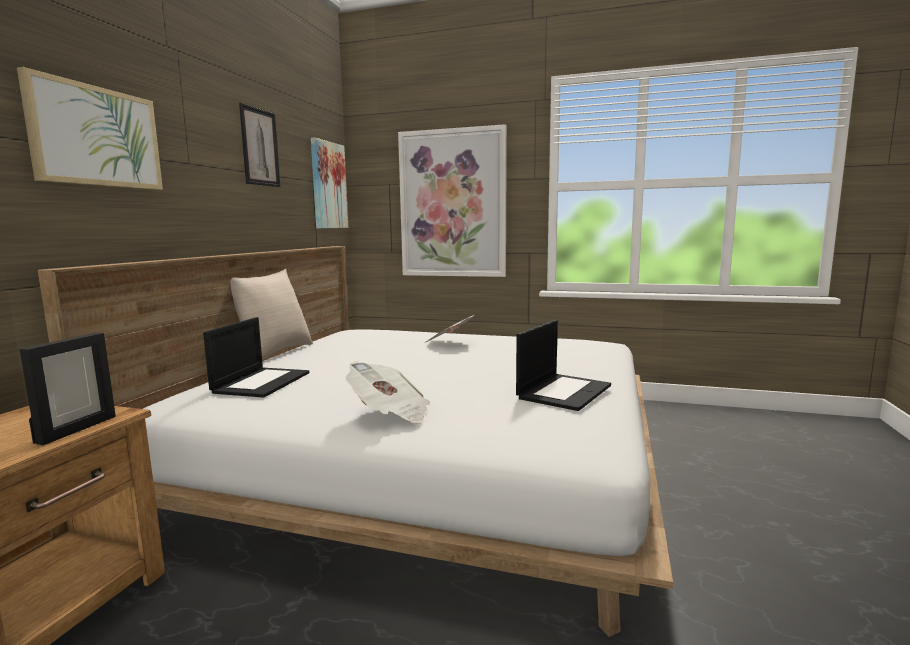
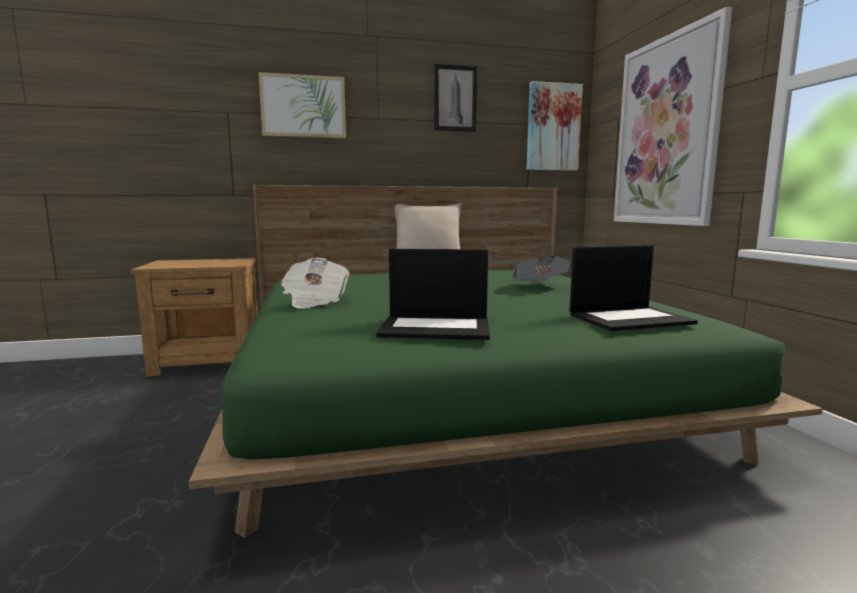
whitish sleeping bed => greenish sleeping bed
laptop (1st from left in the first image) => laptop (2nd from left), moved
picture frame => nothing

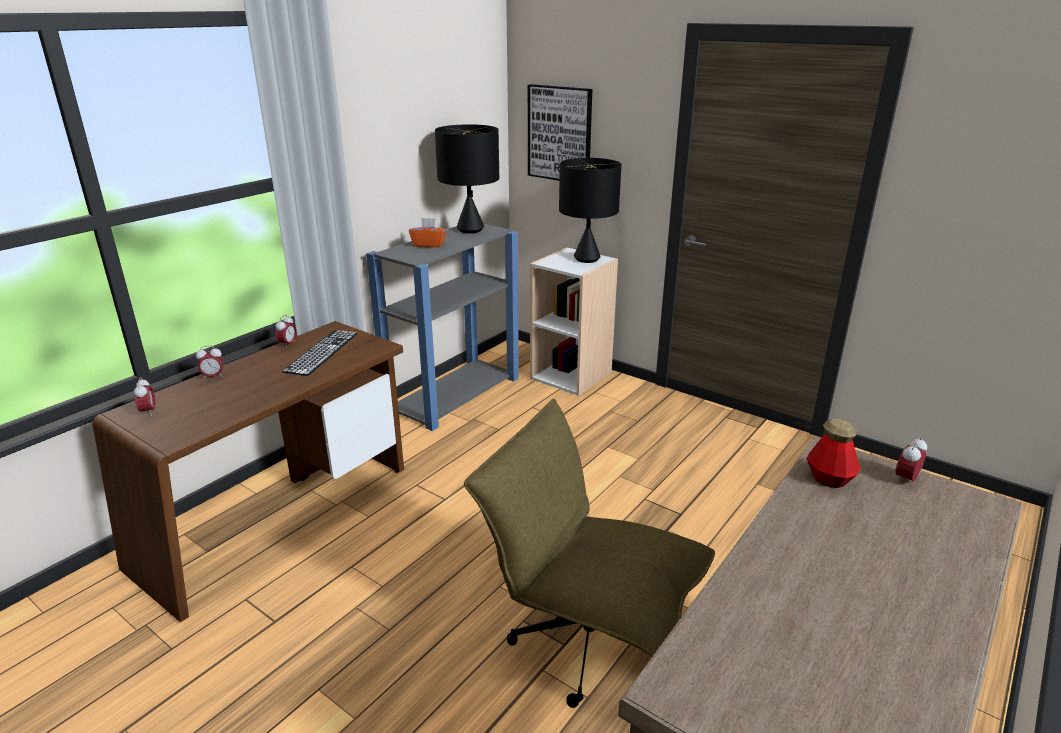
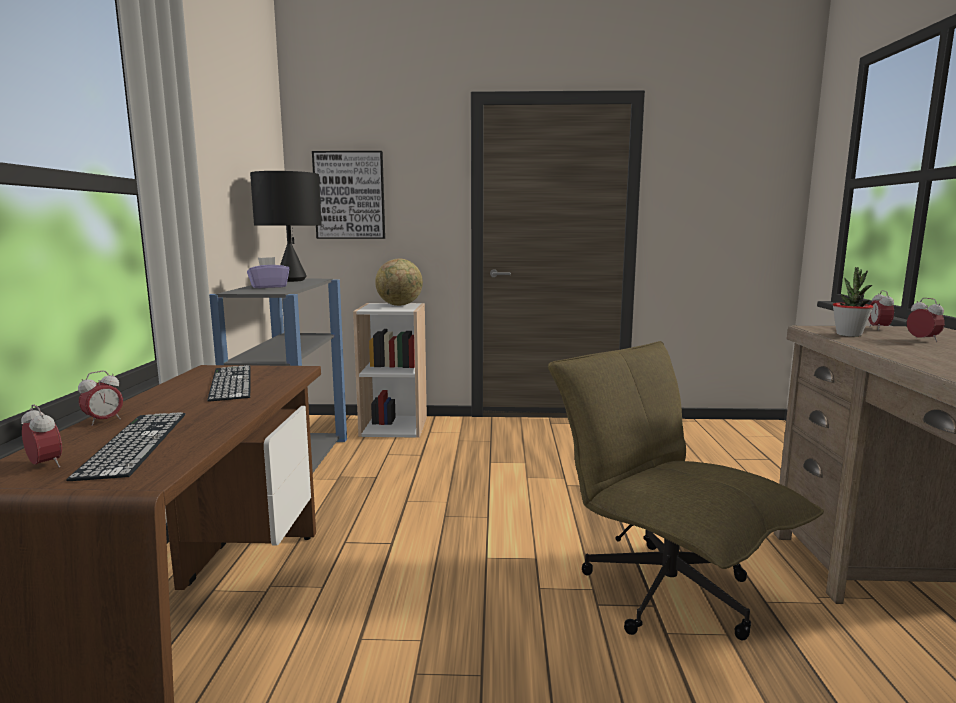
nothing => PC keyboard (1st from left)
orange-coloured tissue box => purple tissue box
blackish lamp for a table (2nd from left) => desk globe
sand-coloured office chair, 60 degrees clockwise
drink bottle => plant in a pot
alarm clock (3rd from left in the first image) => alarm clock (4th from left), moved

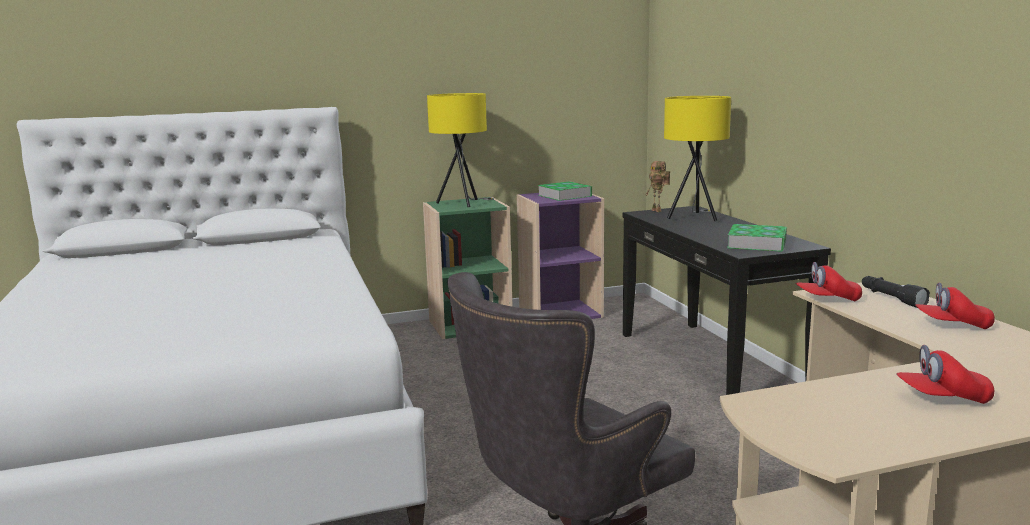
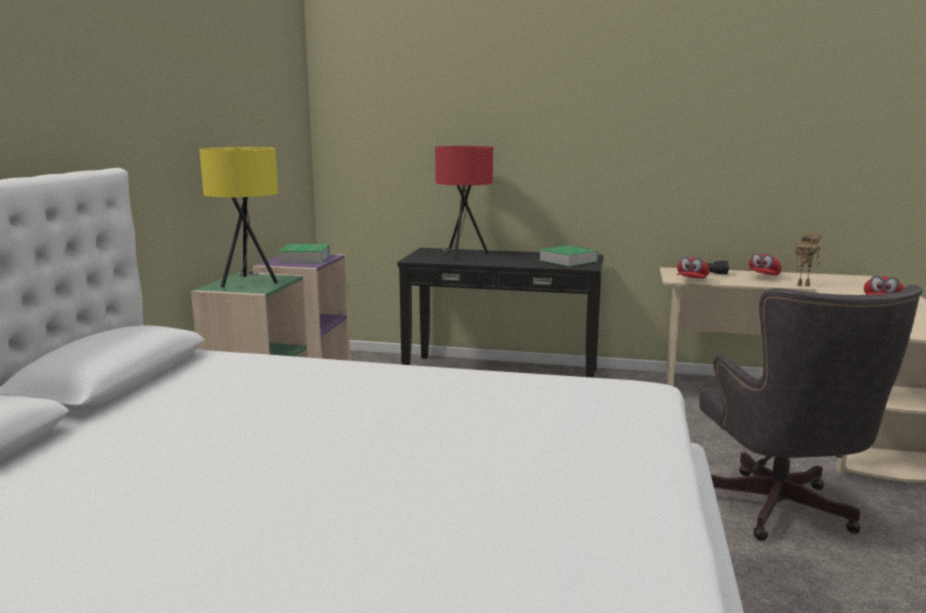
yellowish lamp for a table (2nd from left) => red lamp for a table
toy robot, moved

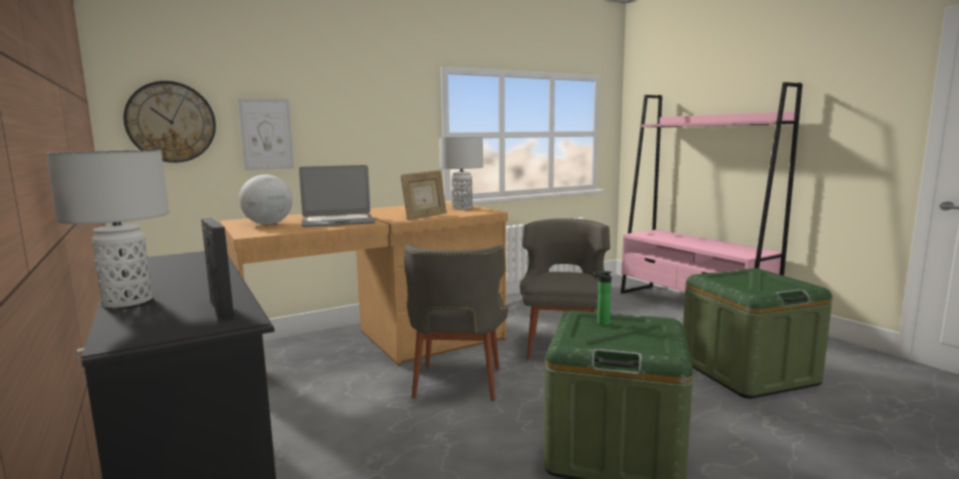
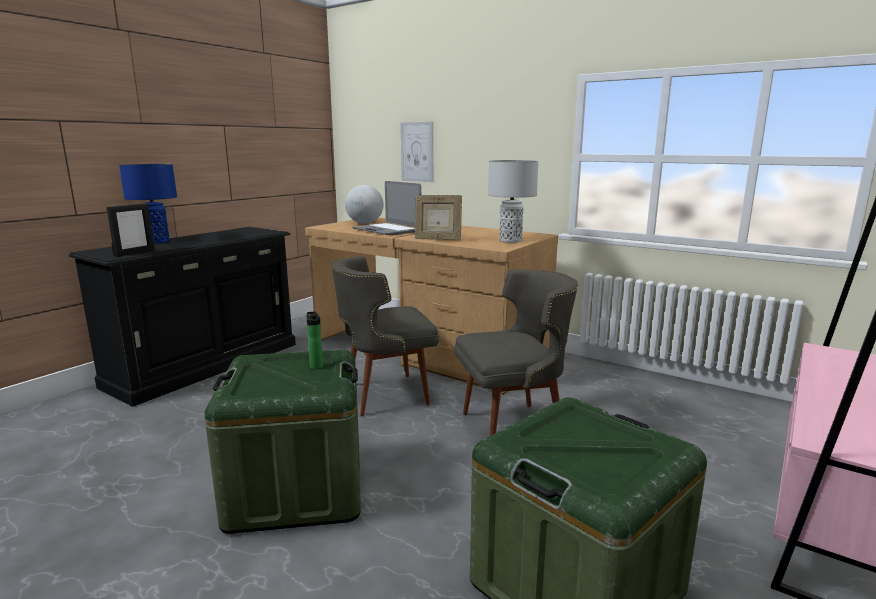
whitish lamp for a table (1st from left) => bluish lamp for a table
clock on the wall => nothing

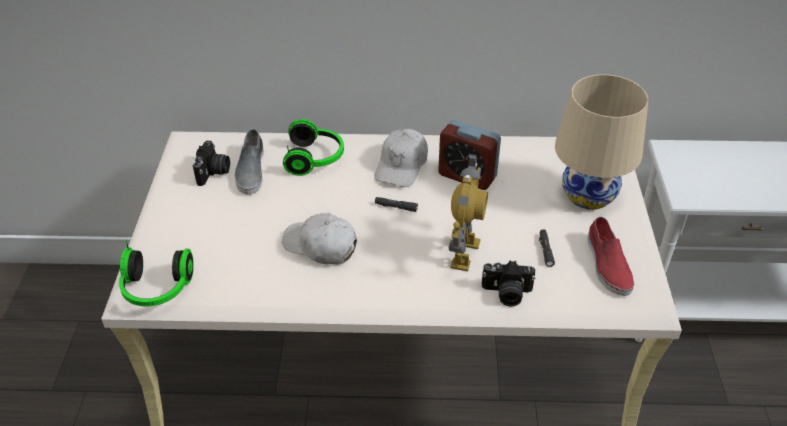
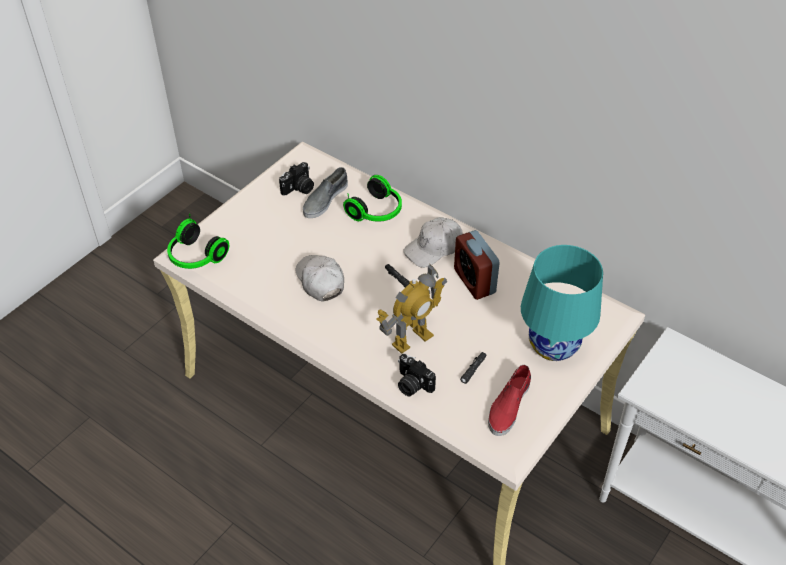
sand-coloured lamp for a table => blue-green lamp for a table

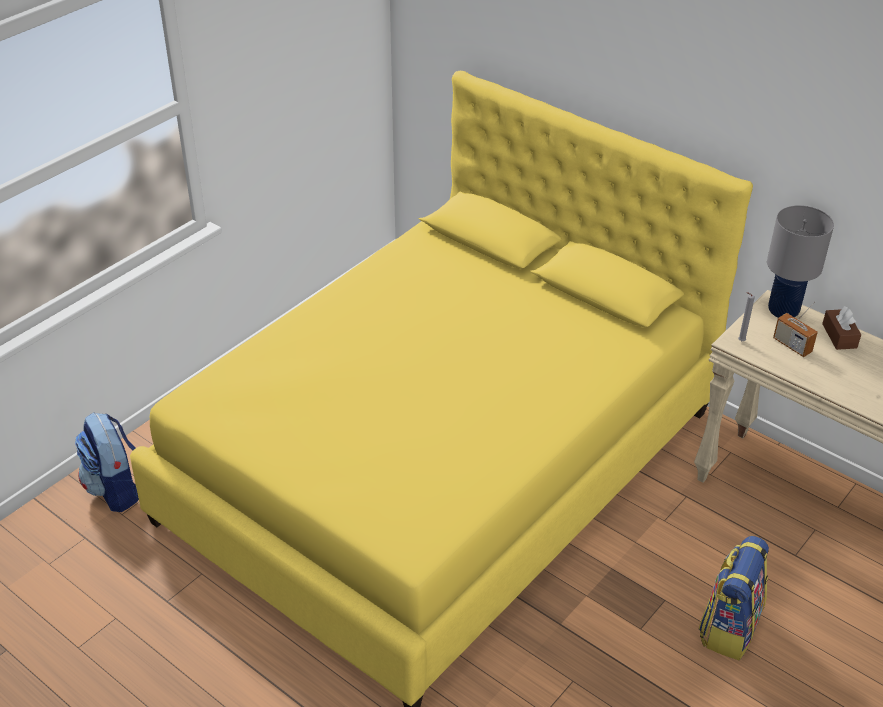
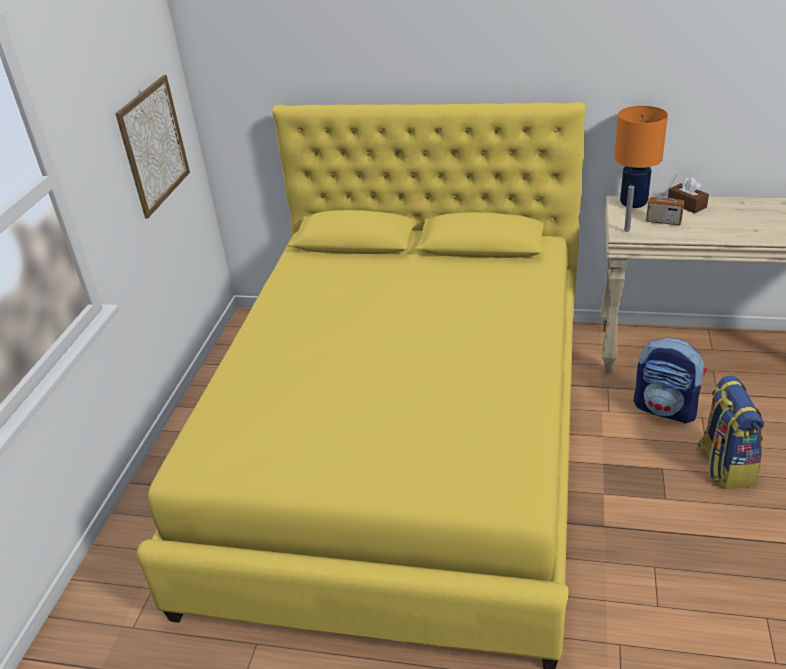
nothing => wall picture
gray lamp for a table => orange-coloured lamp for a table
knapsack (1st from left), moved

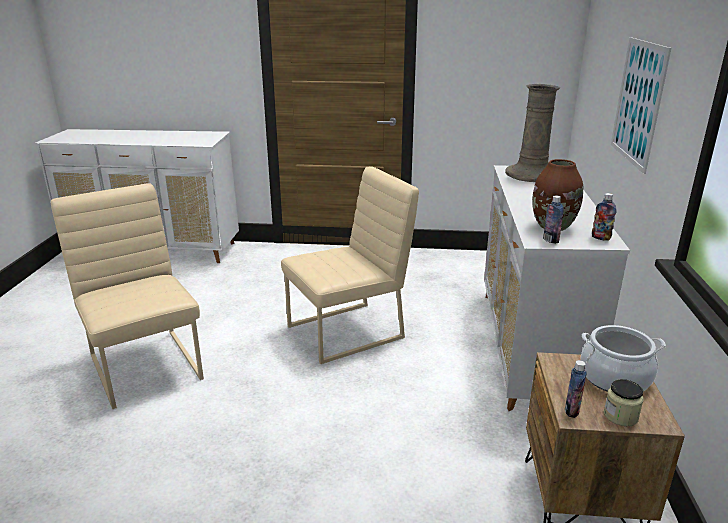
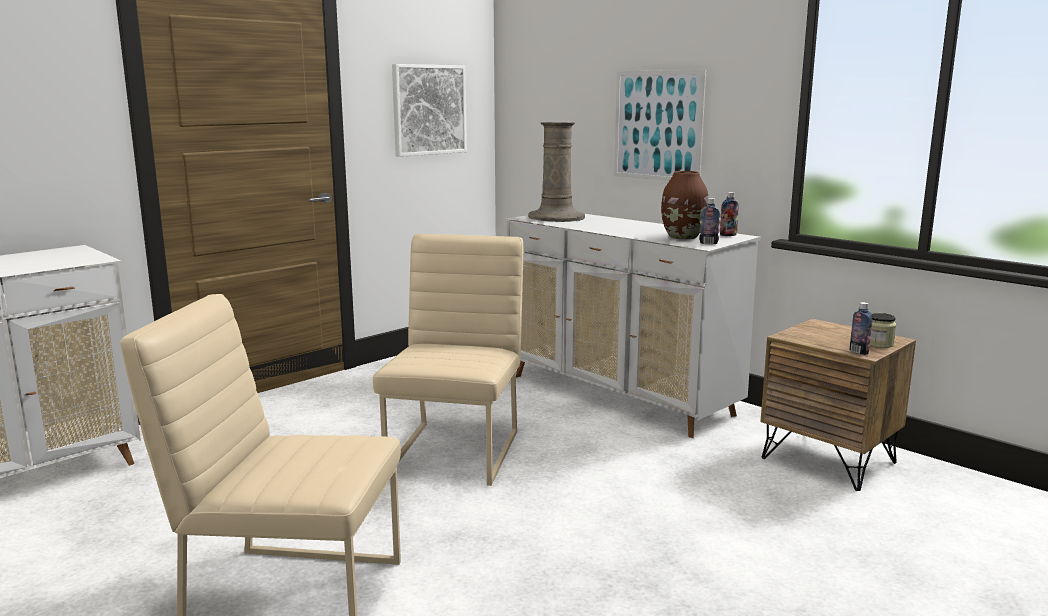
nothing => wall picture (1st from left)
saucepot => nothing

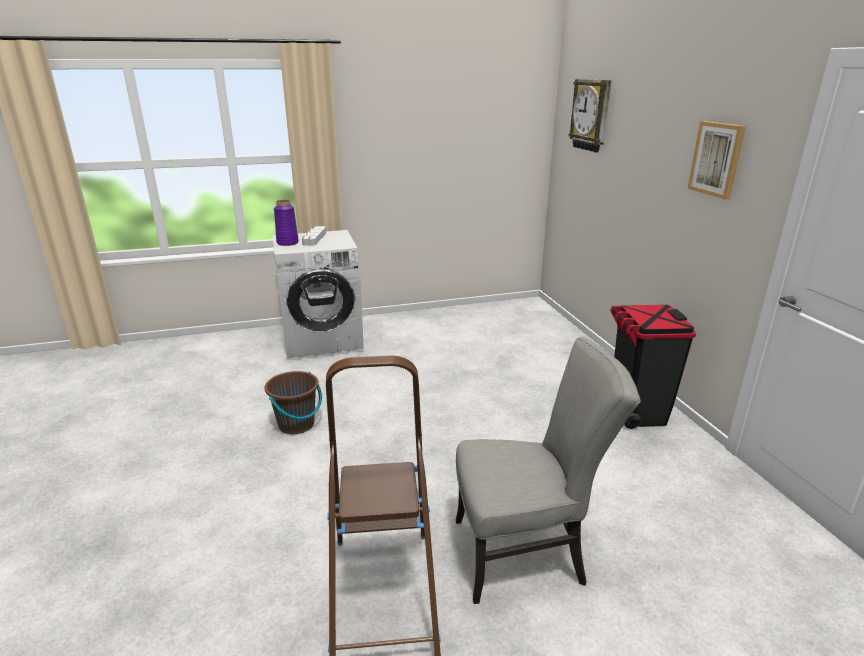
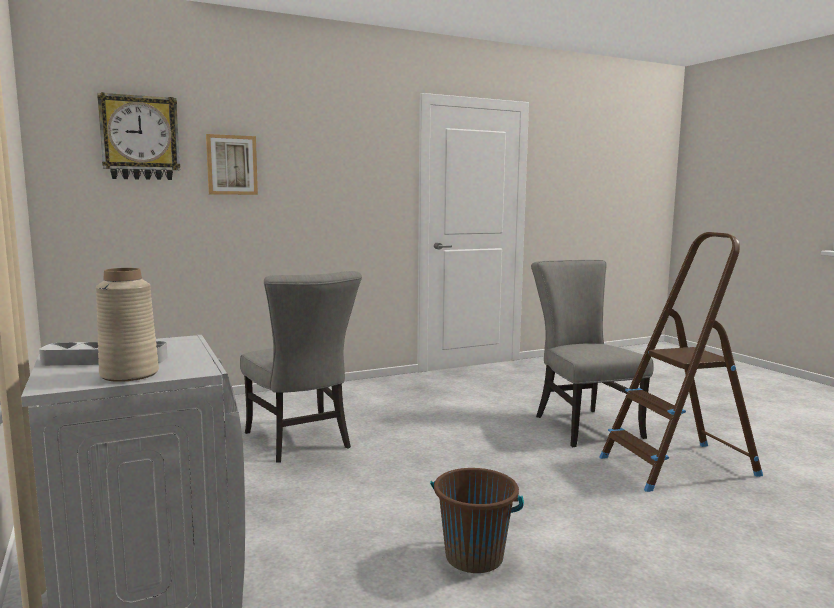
purple decorative vase => sand-coloured decorative vase
wall picture, moved
nothing => gray chair (1st from left)
blackish rubbish bin => nothing

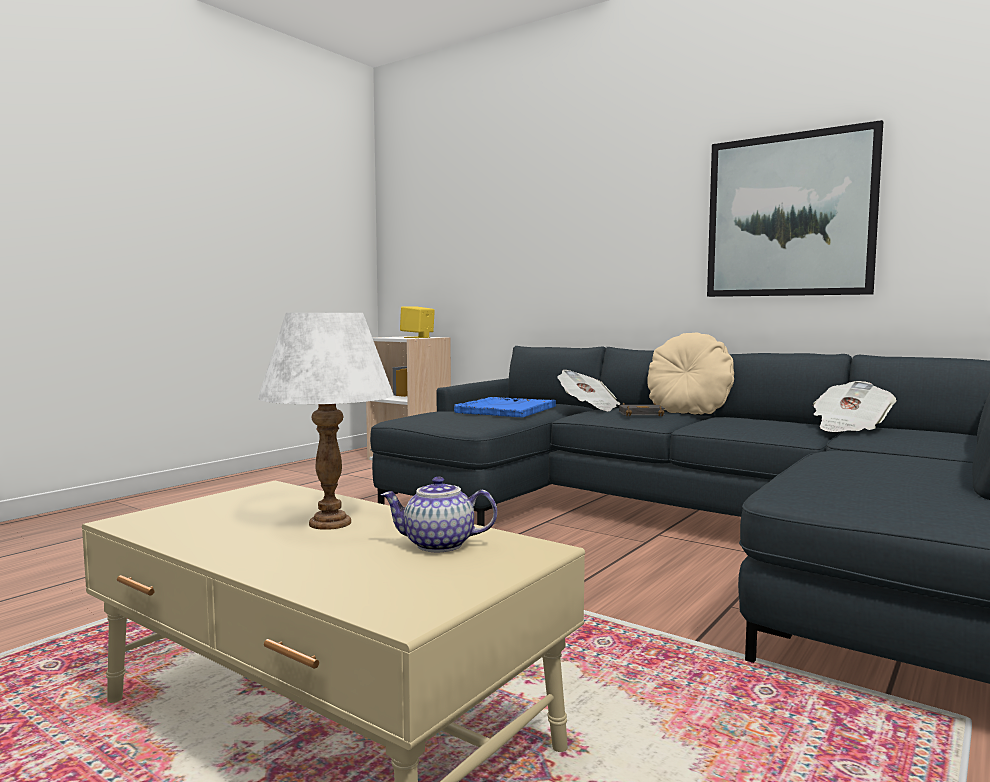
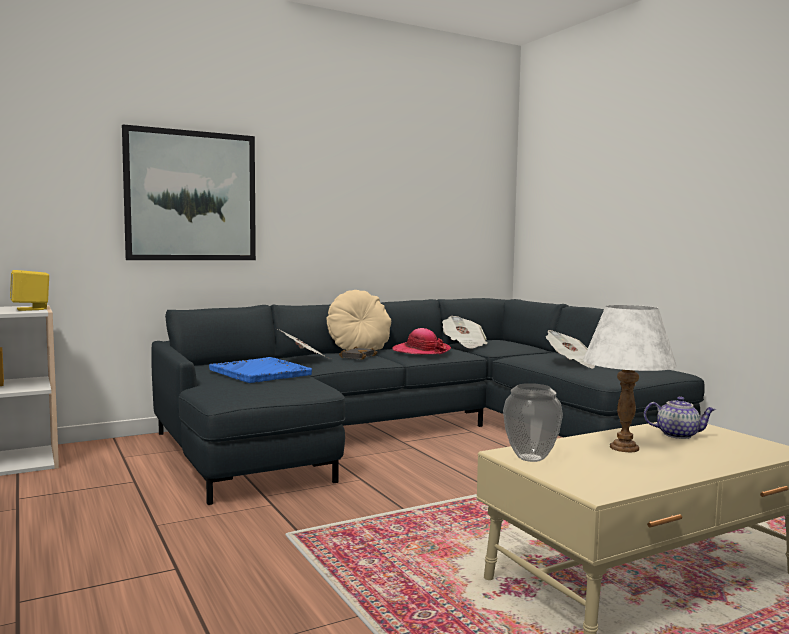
wall picture, moved
nothing => wearable hat
nothing => decorative vase
nothing => daily paper (3rd from left)
pot for tea, 105 degrees counterclockwise

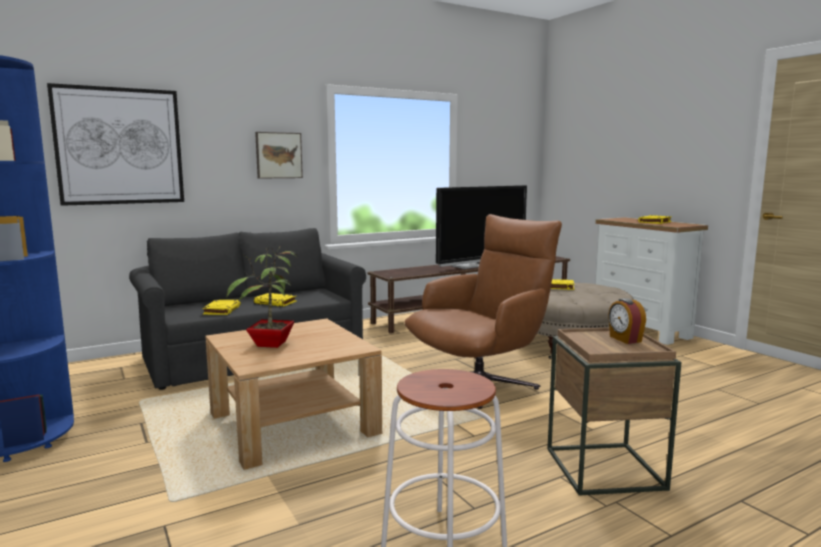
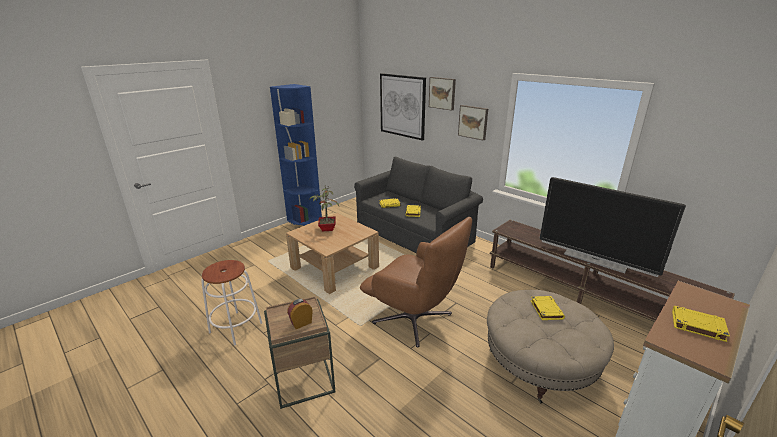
nothing => wall picture (2nd from left)

